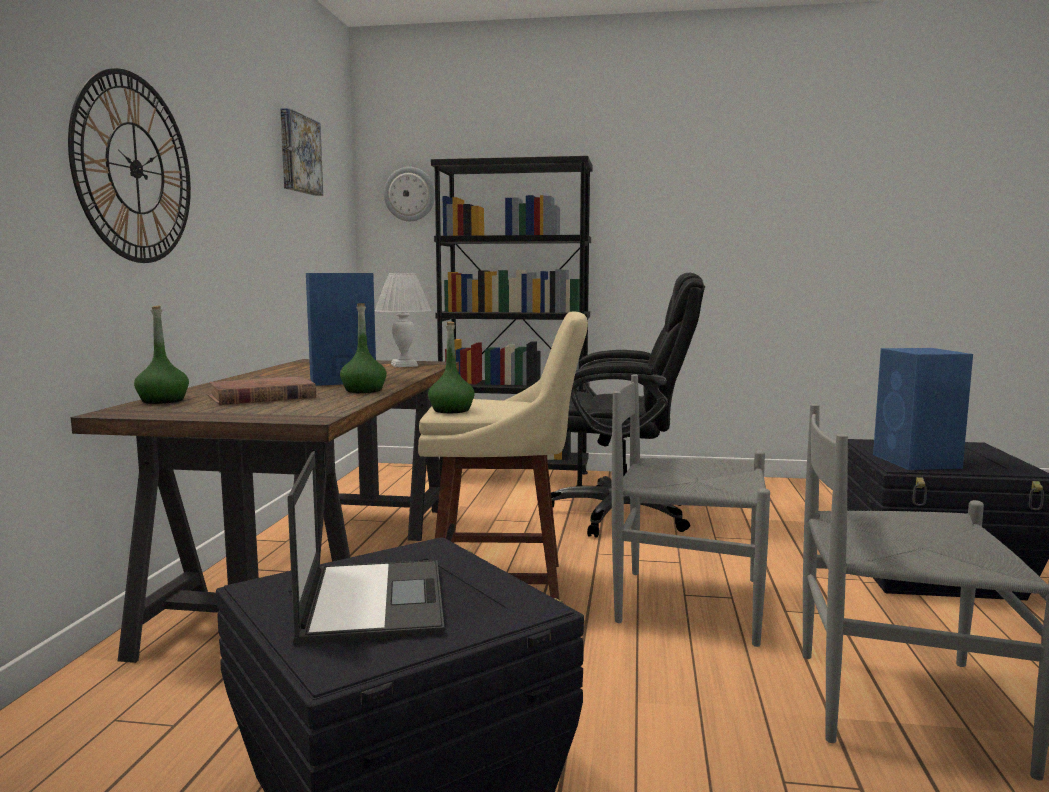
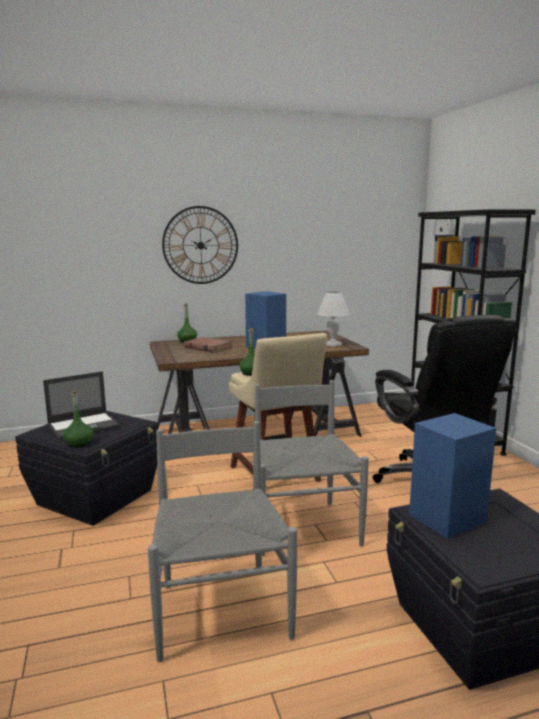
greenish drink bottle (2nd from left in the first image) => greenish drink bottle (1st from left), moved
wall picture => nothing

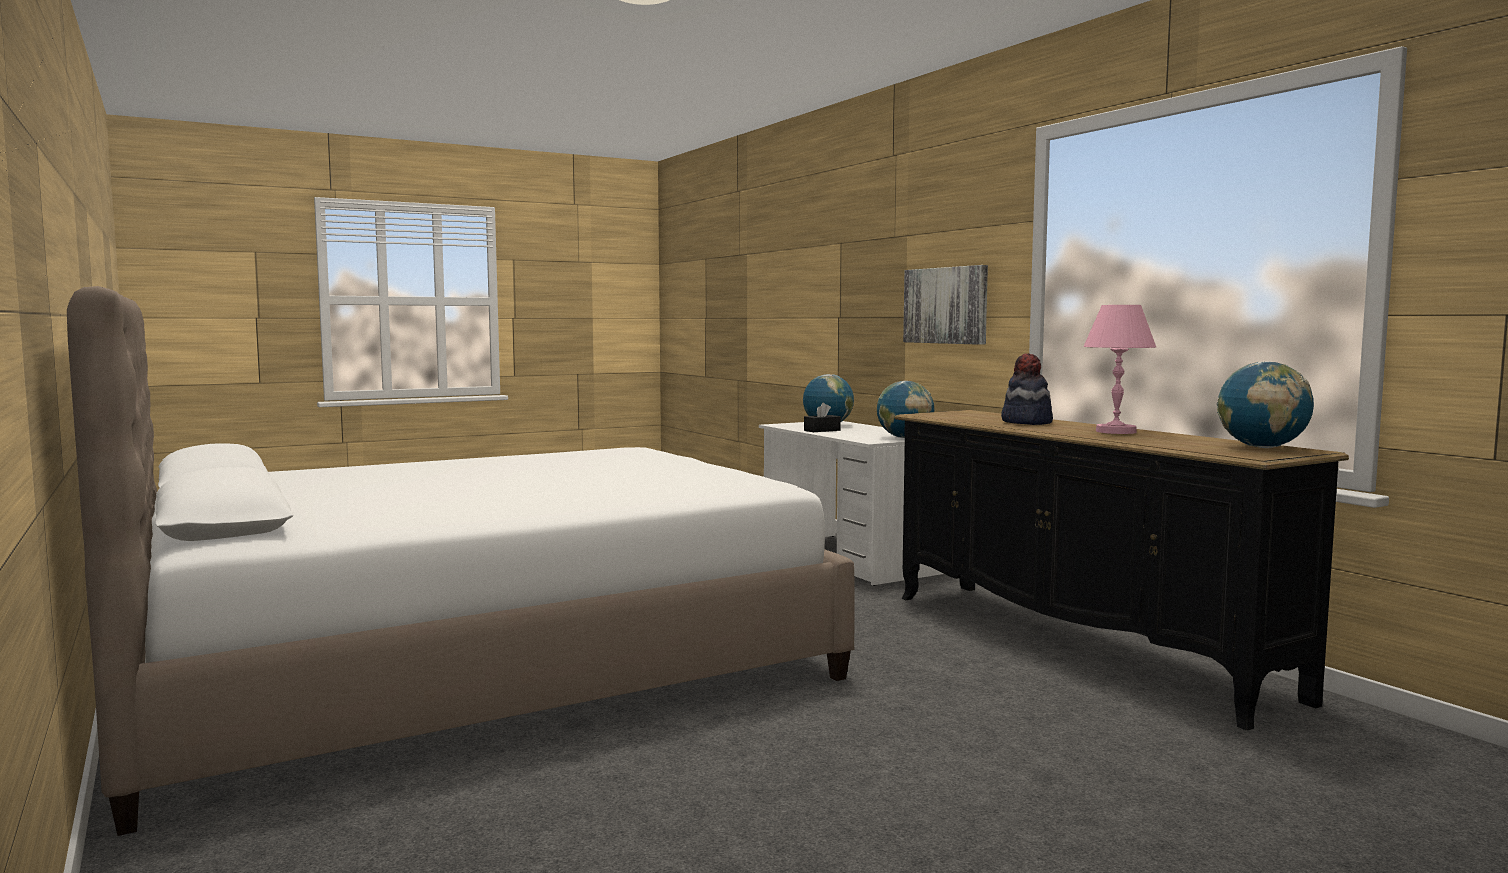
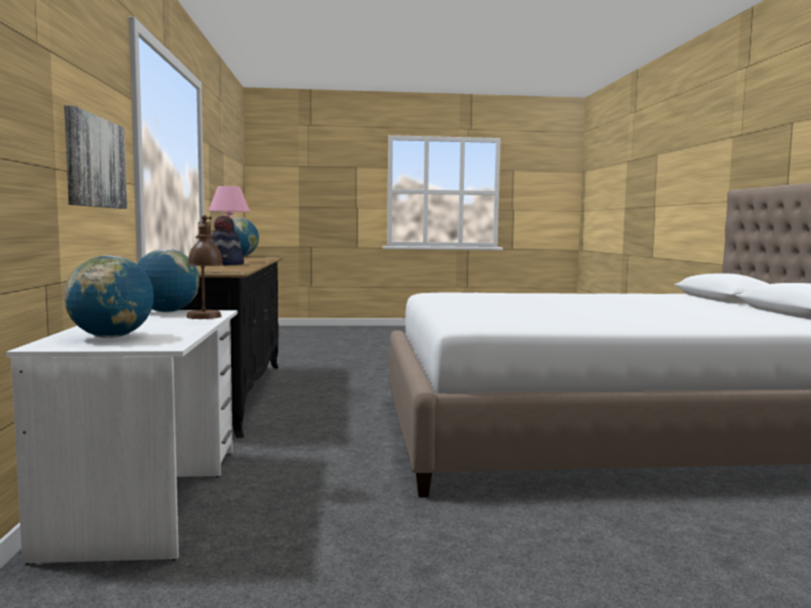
nothing => brown lamp for a table
blackish tissue box => nothing

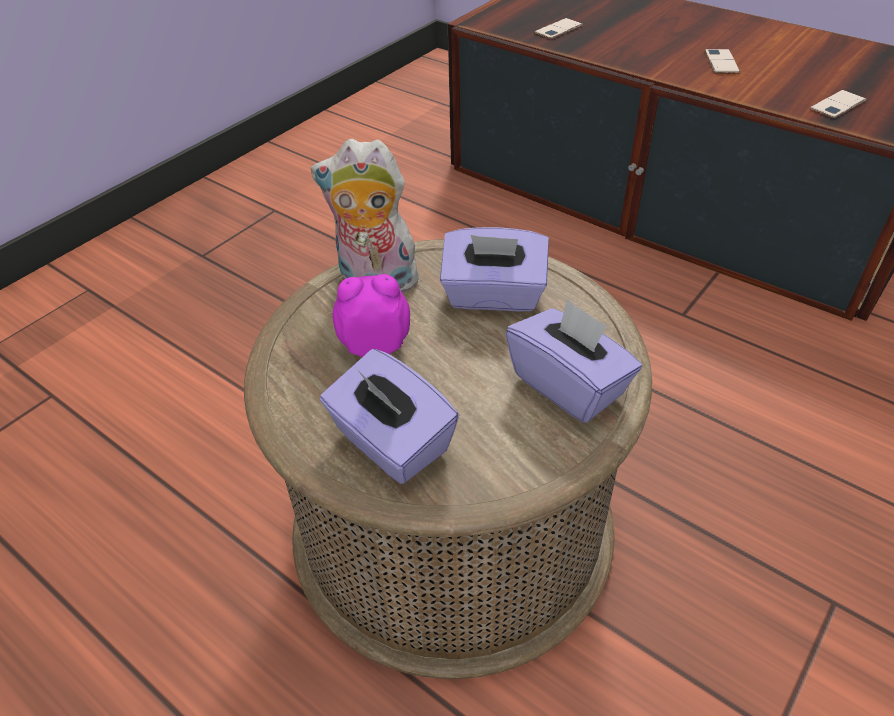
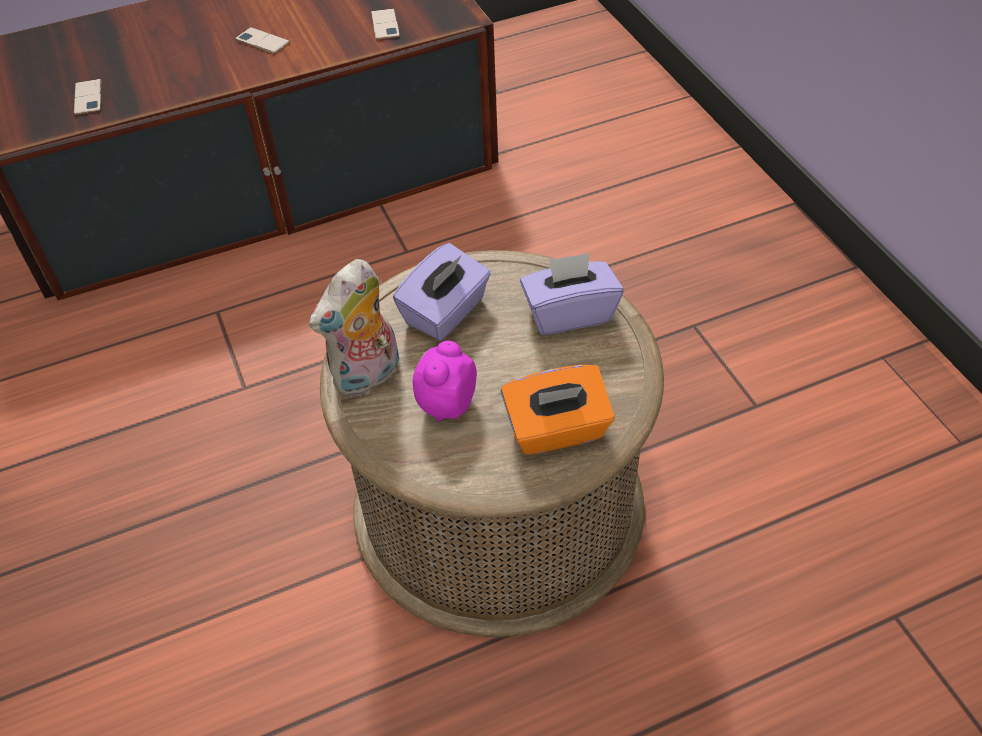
purple tissue box (1st from left) => orange-coloured tissue box

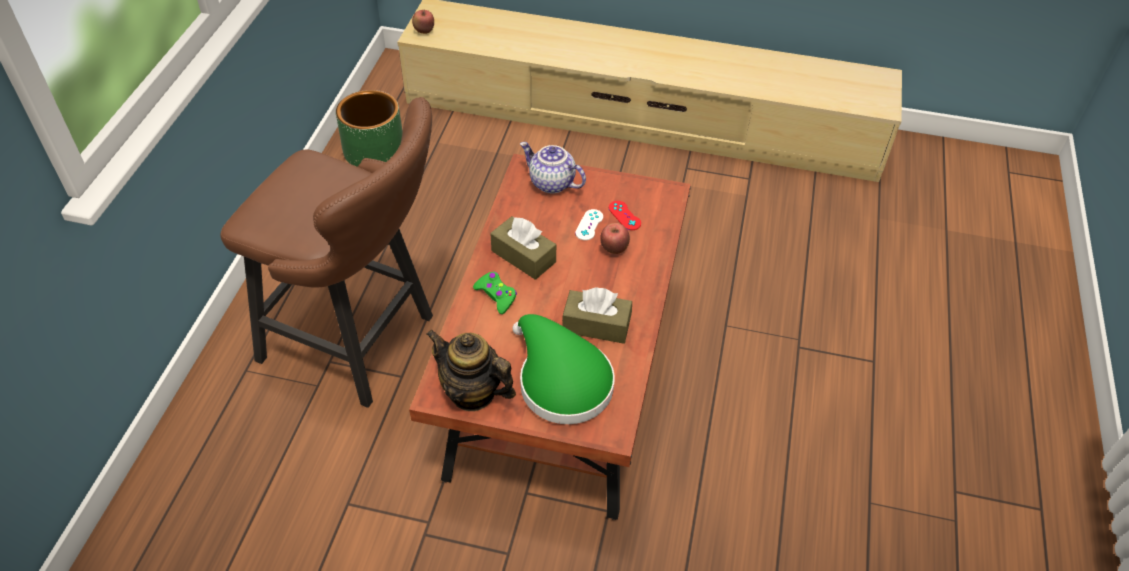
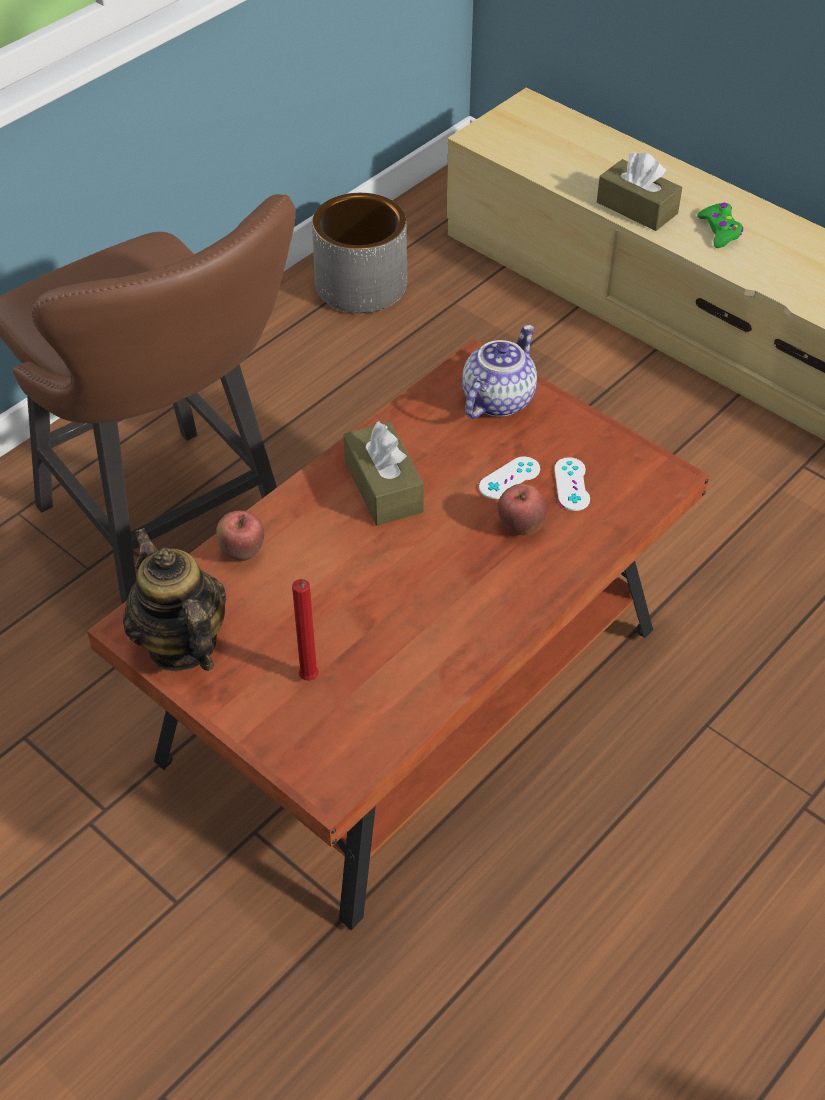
apple (1st from left), moved
greenish wearable hat => red wax candle
greenish planter => gray planter
pot for tea (2nd from left), 60 degrees clockwise
red gamepad => whitish gamepad (2nd from left)
brown tissue box (2nd from left), moved
greenish gamepad, moved

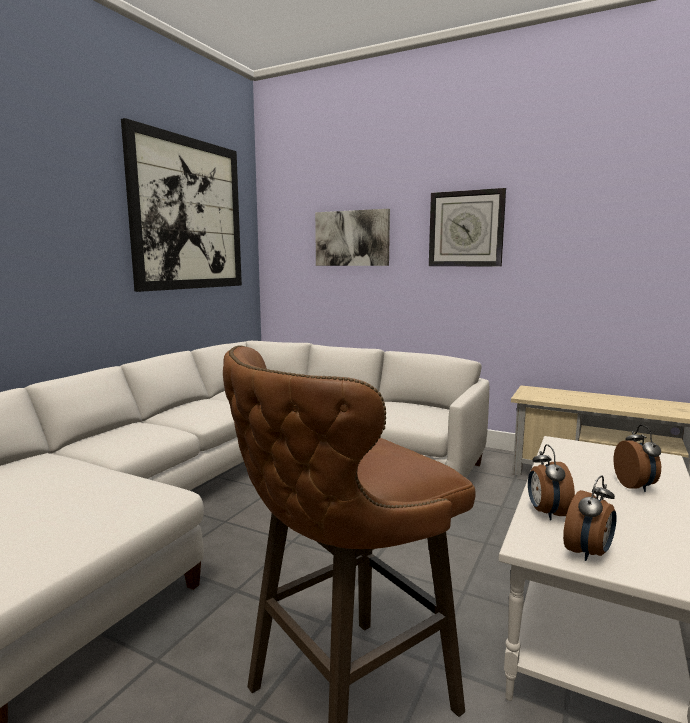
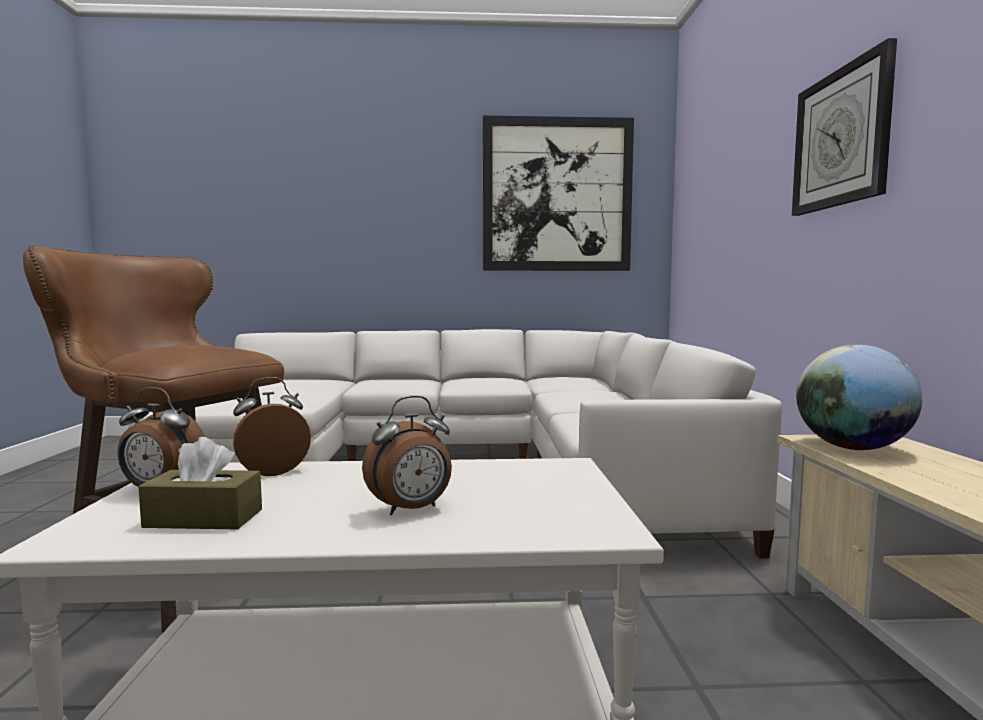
nothing => brown tissue box
nothing => desk globe
wall picture (2nd from left) => nothing

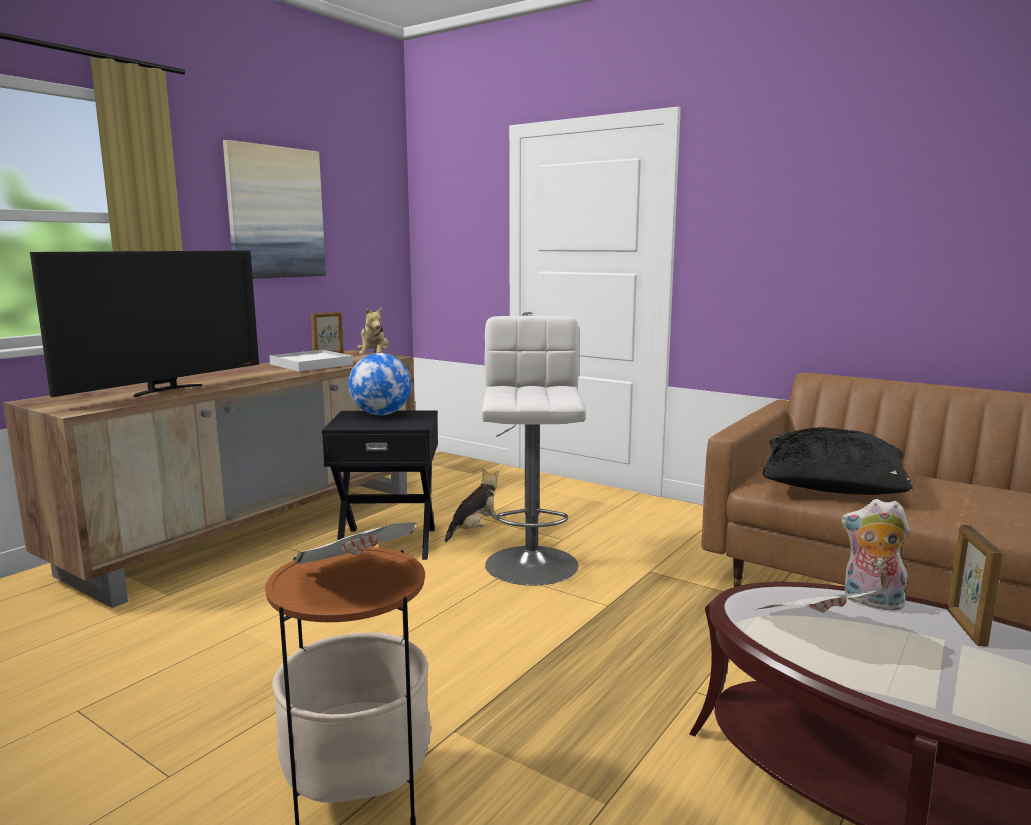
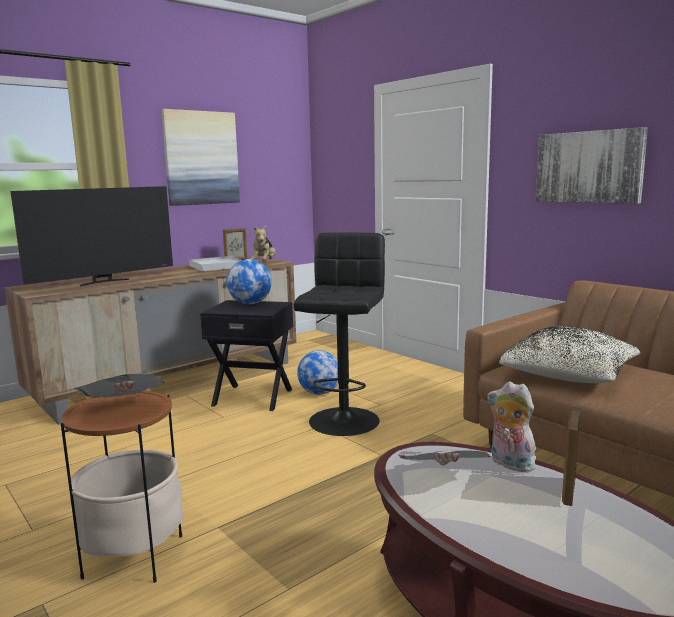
whitish stool => blackish stool
cuddly toy (2nd from left) => desk globe (2nd from left)
blackish cushion => sand-coloured cushion
nothing => wall picture (2nd from left)

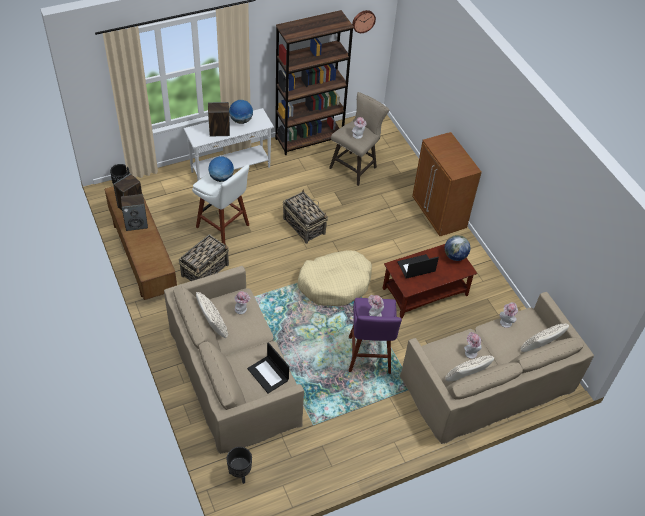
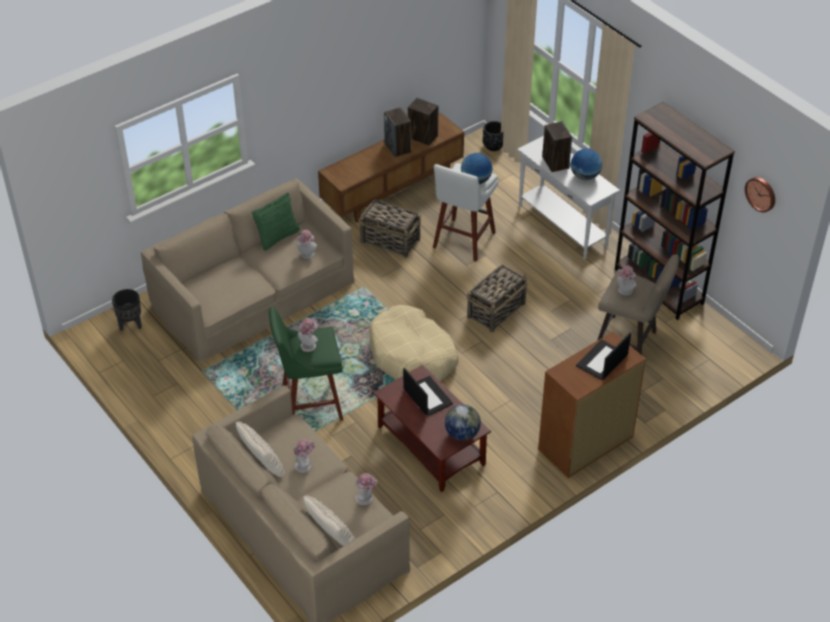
sand-coloured cushion (1st from left) => greenish cushion
purple stool => greenish stool
laptop (1st from left in the first image) => laptop (2nd from left), moved

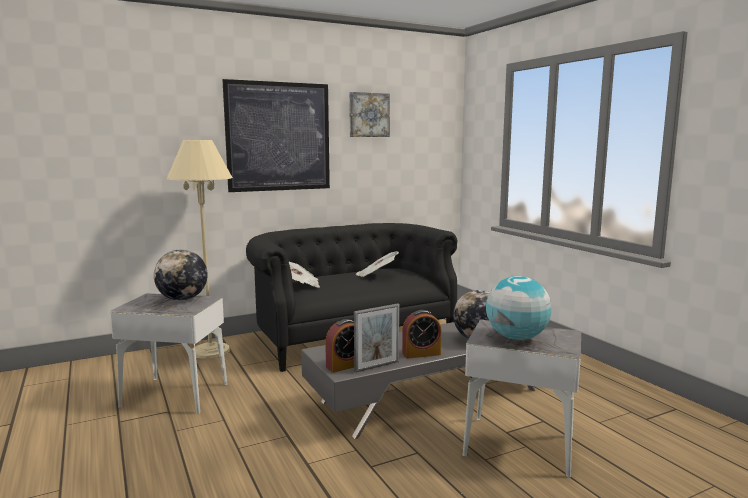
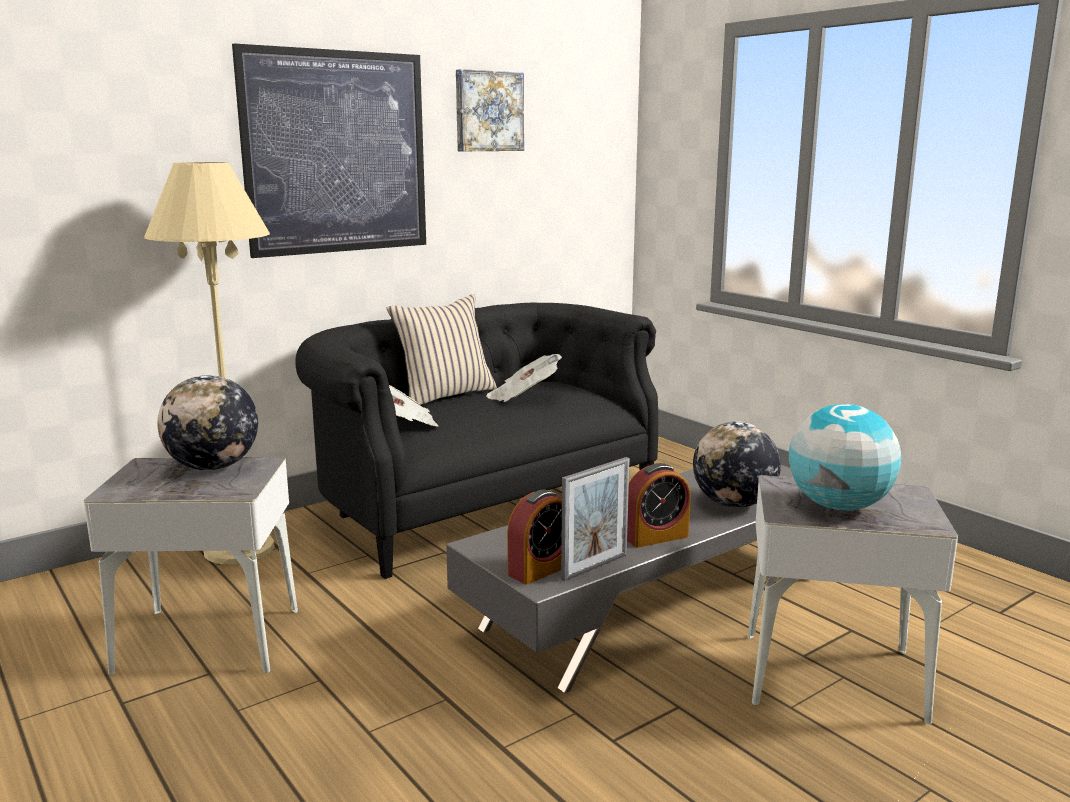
nothing => sand-coloured cushion

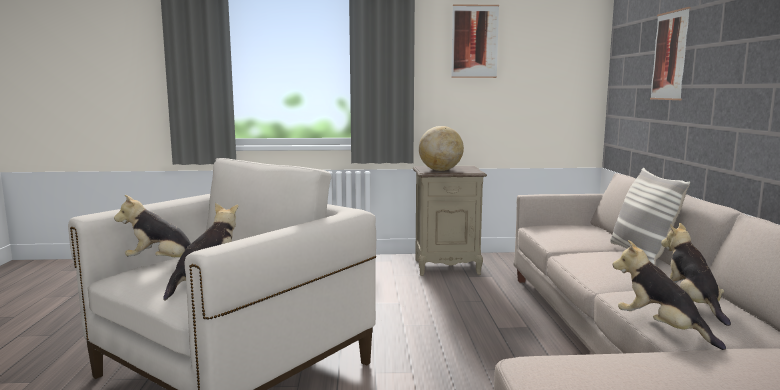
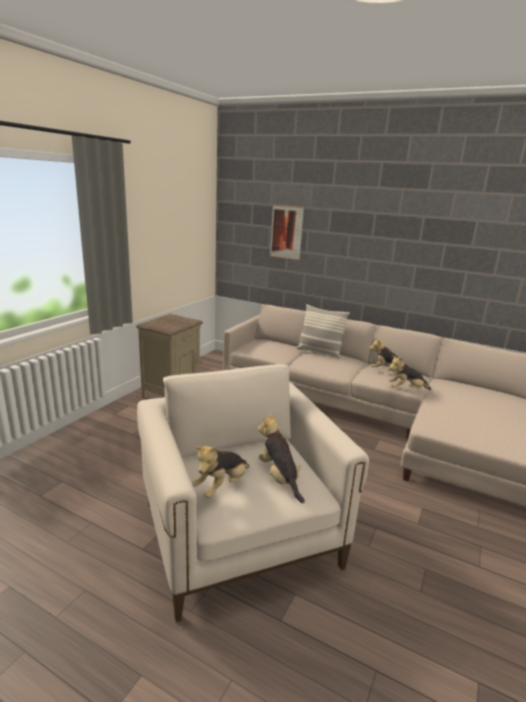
desk globe => nothing
wall picture (1st from left) => nothing

